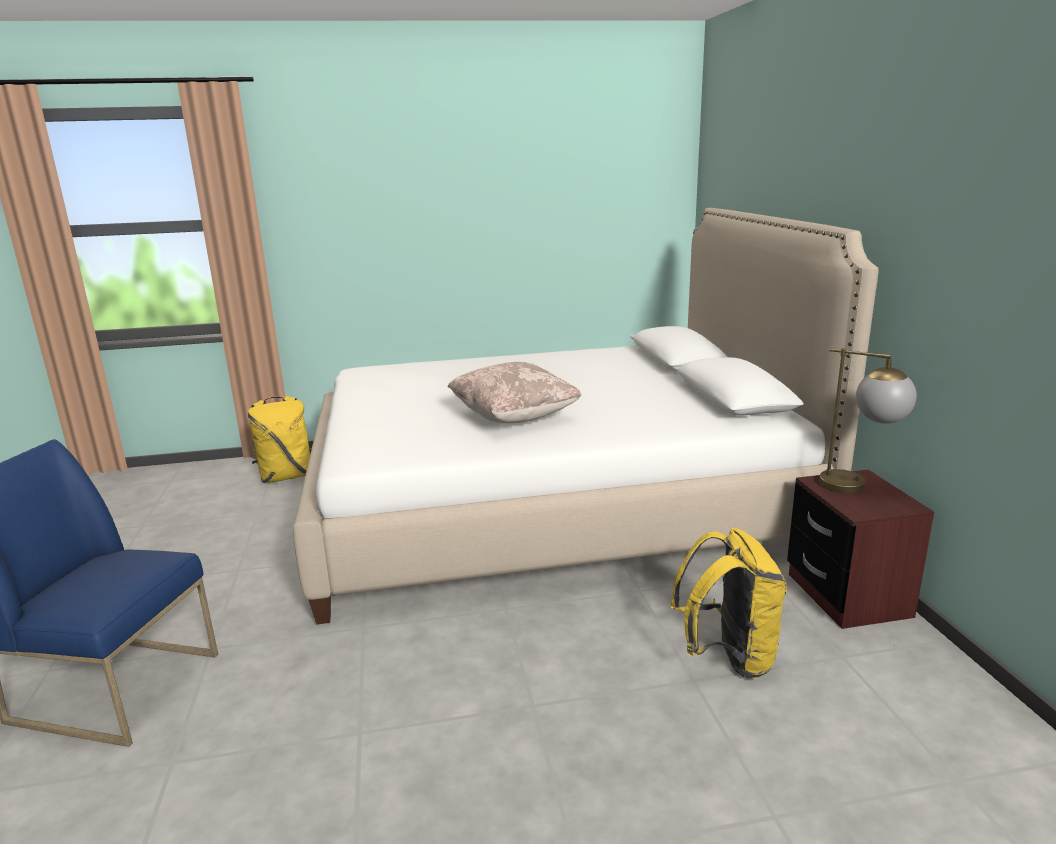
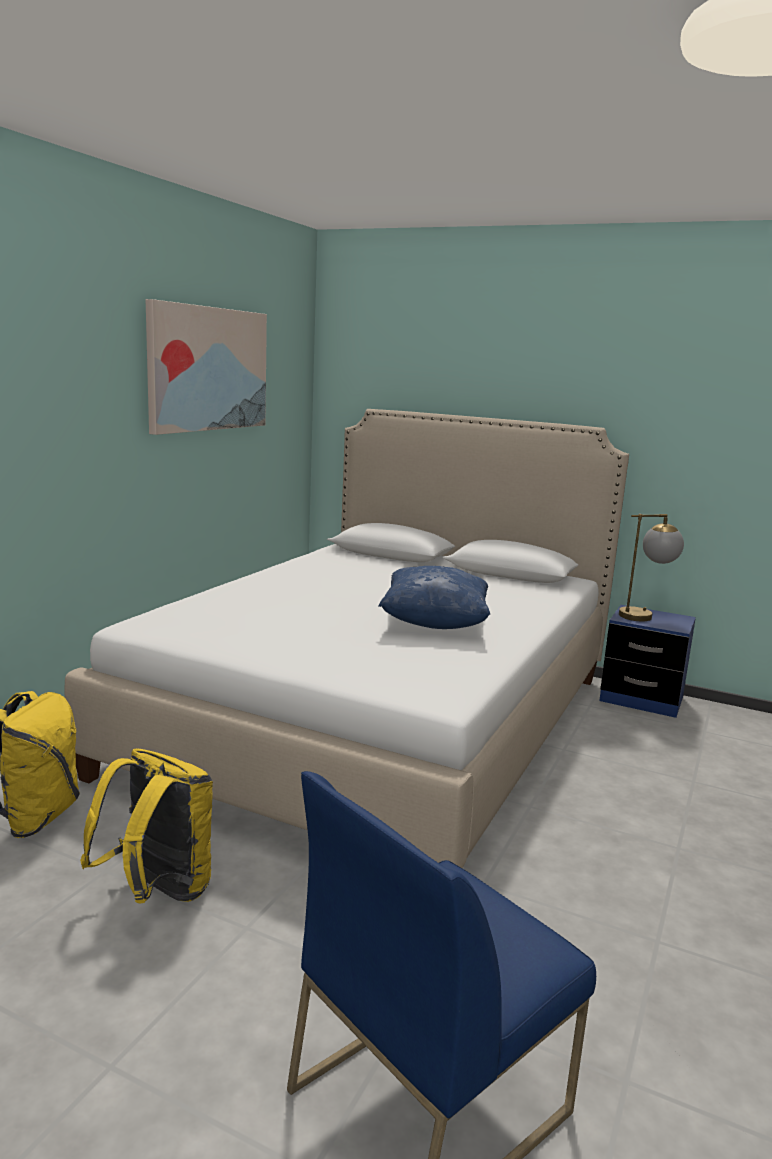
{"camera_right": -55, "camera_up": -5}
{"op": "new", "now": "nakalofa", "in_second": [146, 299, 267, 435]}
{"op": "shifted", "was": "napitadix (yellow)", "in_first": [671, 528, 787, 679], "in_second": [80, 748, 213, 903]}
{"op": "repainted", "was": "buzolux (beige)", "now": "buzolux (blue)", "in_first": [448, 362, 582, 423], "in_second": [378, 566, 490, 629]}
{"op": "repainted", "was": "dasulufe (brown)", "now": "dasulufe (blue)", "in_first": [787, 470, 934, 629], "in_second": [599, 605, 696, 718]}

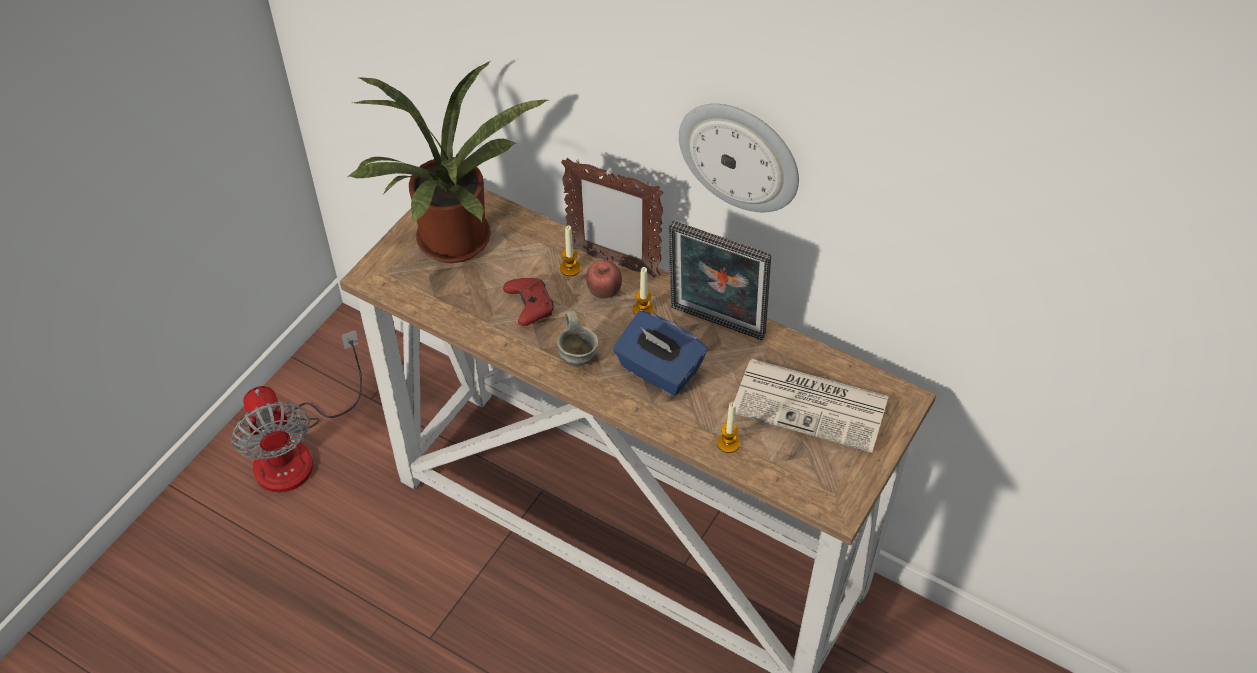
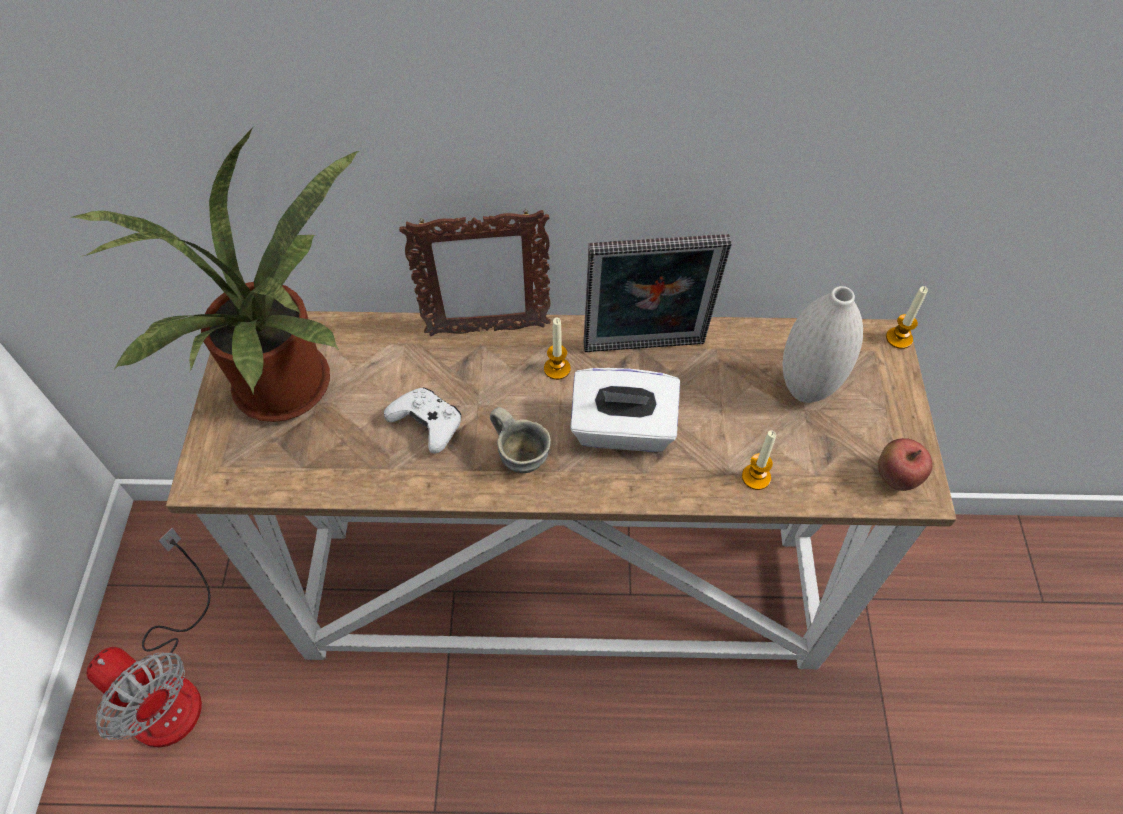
{"camera_right": -30, "camera_up": 5}
{"op": "gone", "was": "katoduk", "in_first": [679, 104, 799, 212]}
{"op": "shifted", "was": "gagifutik", "in_first": [560, 225, 581, 276], "in_second": [886, 286, 928, 349]}
{"op": "shifted", "was": "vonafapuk", "in_first": [586, 260, 622, 299], "in_second": [878, 438, 933, 491]}
{"op": "swapped", "was": "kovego", "now": "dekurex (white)", "in_first": [734, 359, 889, 452], "in_second": [782, 286, 863, 403]}
{"op": "repainted", "was": "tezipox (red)", "now": "tezipox (white)", "in_first": [503, 278, 554, 326], "in_second": [384, 388, 461, 453]}
{"op": "repainted", "was": "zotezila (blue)", "now": "zotezila (white)", "in_first": [613, 311, 707, 396], "in_second": [570, 368, 680, 452]}

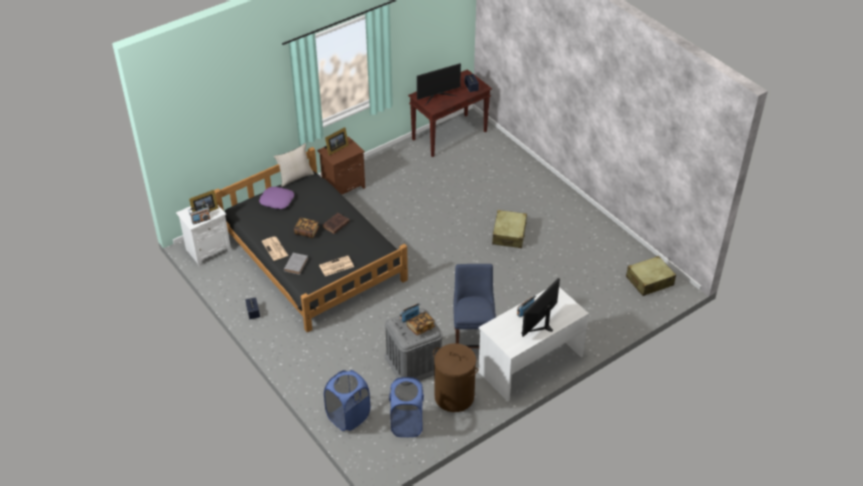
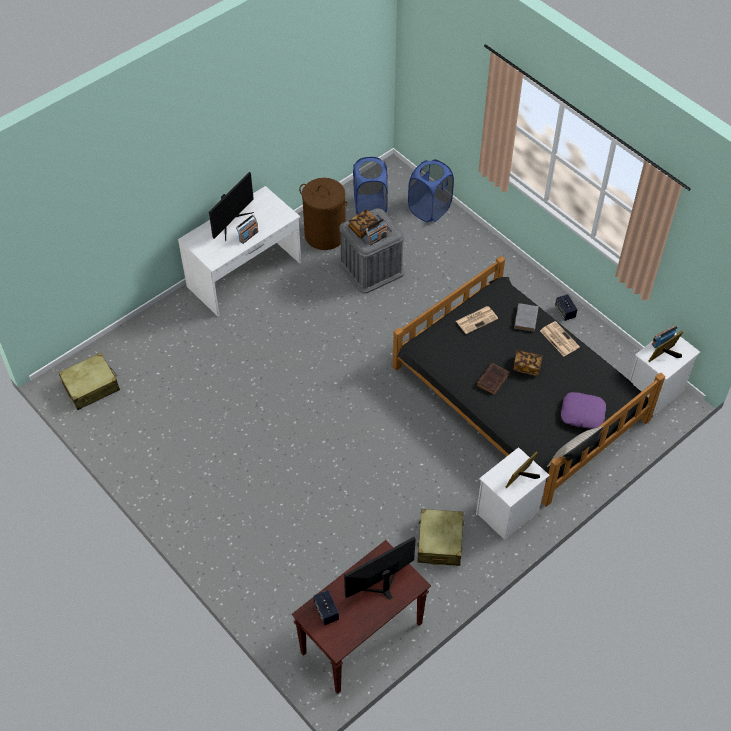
{"camera_right": 175, "camera_up": 10}
{"op": "gone", "was": "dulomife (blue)", "in_first": [453, 264, 496, 348]}
{"op": "shifted", "was": "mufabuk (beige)", "in_first": [492, 210, 527, 248], "in_second": [417, 509, 464, 566]}
{"op": "repainted", "was": "dasulufe (brown)", "now": "dasulufe (white)", "in_first": [317, 136, 365, 195], "in_second": [476, 447, 550, 540]}

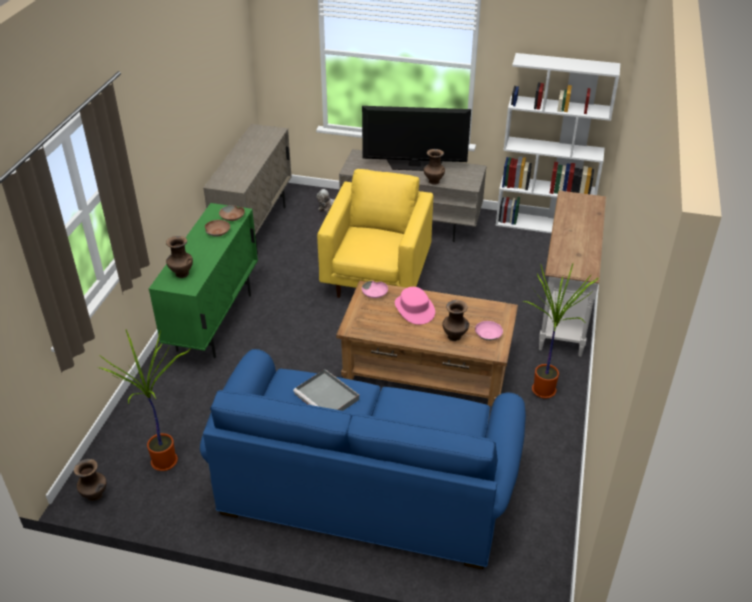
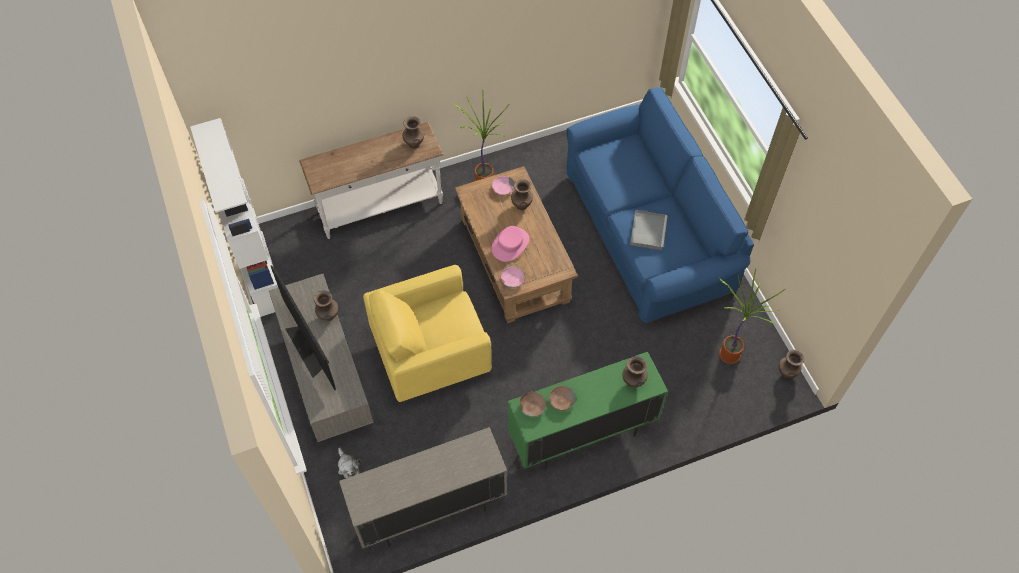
{"camera_right": -125, "camera_up": 20}
{"op": "new", "now": "dekurex (brown)", "in_second": [402, 116, 424, 149]}

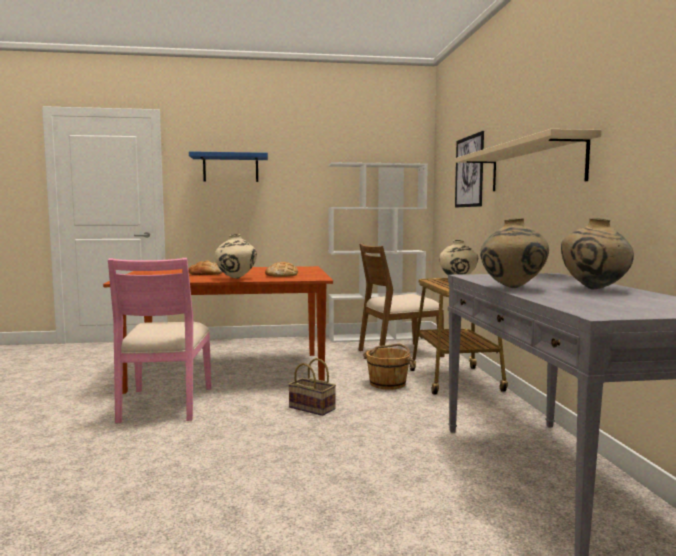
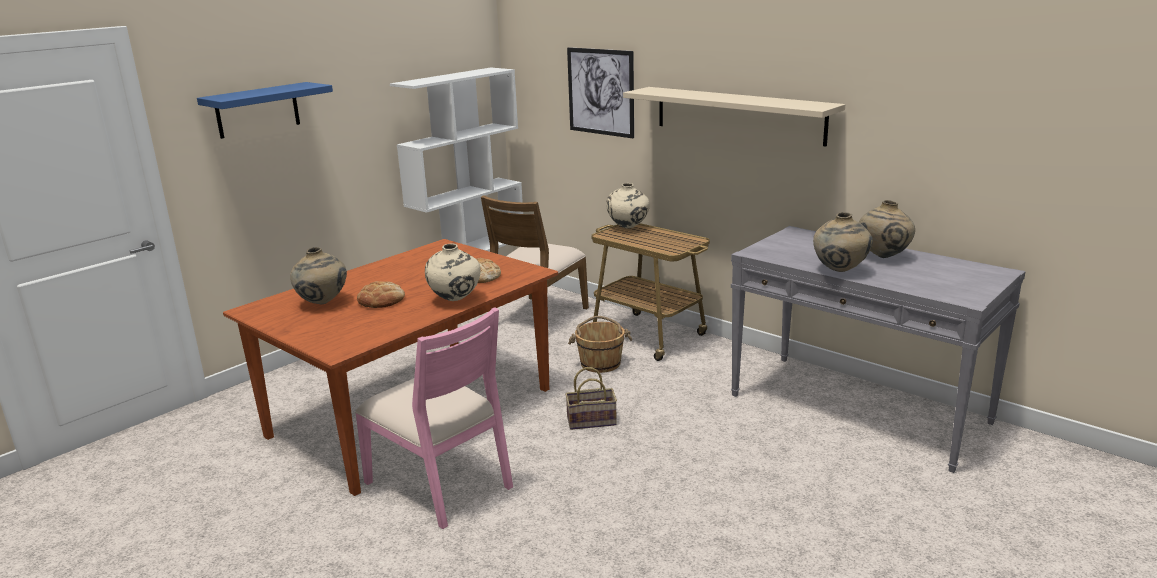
{"camera_right": -40, "camera_up": 15}
{"op": "new", "now": "dekurex (beige)", "in_second": [290, 247, 347, 304]}

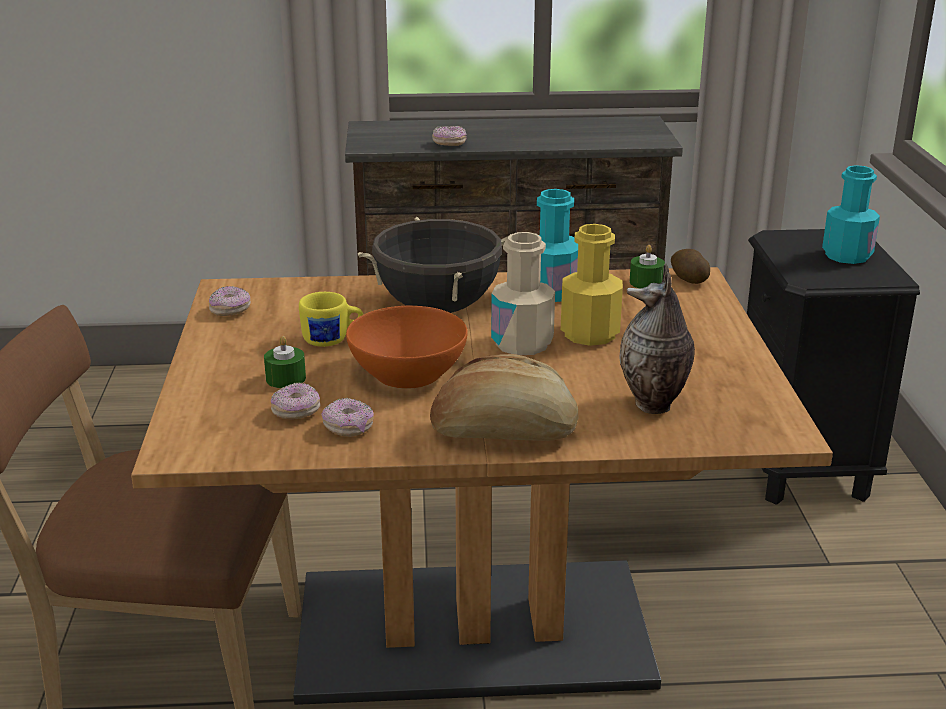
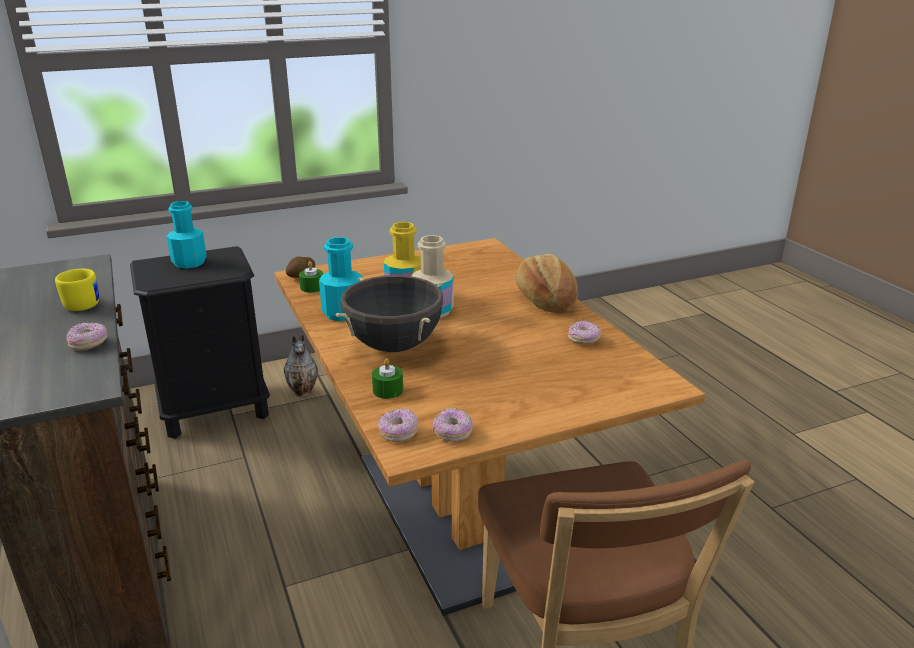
{"camera_right": -110, "camera_up": 0}
{"op": "gone", "was": "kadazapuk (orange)", "in_first": [346, 306, 468, 389]}
{"op": "shifted", "was": "gagifutik (green)", "in_first": [264, 336, 306, 388], "in_second": [372, 358, 403, 399]}
{"op": "shifted", "was": "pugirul", "in_first": [271, 382, 320, 419], "in_second": [378, 408, 418, 442]}
{"op": "shifted", "was": "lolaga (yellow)", "in_first": [299, 292, 363, 347], "in_second": [55, 269, 99, 311]}
{"op": "shifted", "was": "dekurex", "in_first": [620, 263, 695, 414], "in_second": [284, 334, 318, 397]}

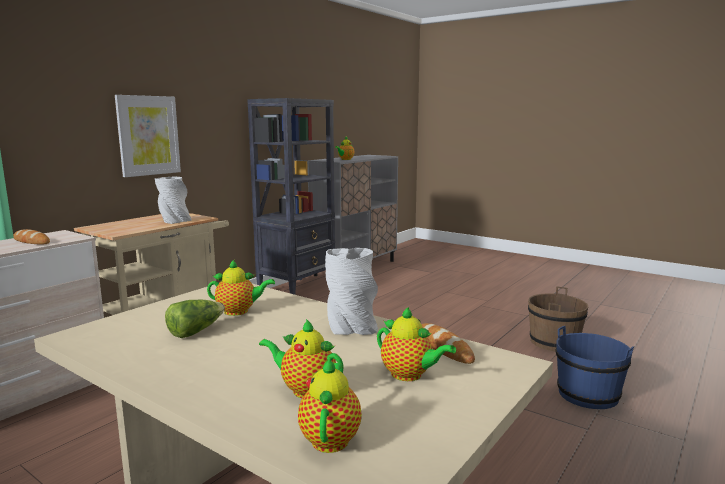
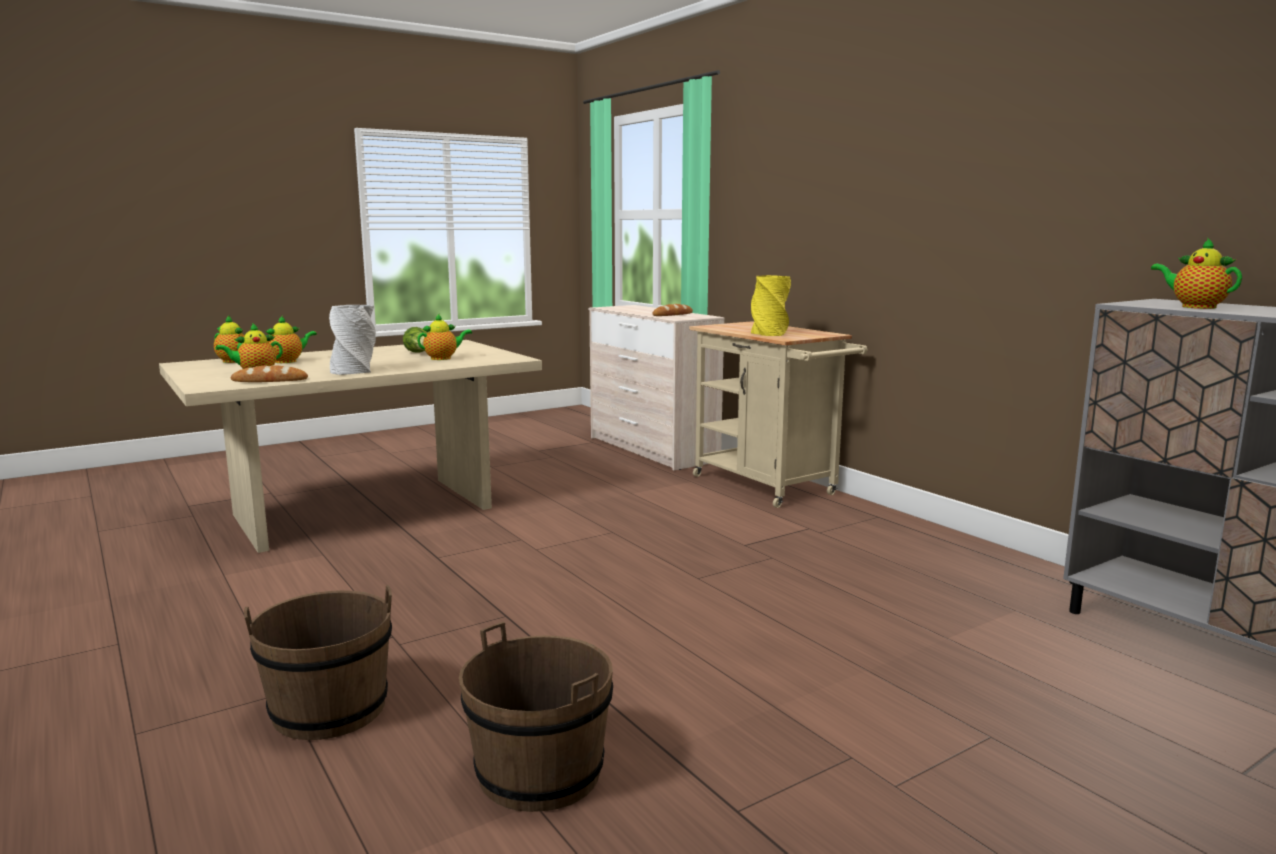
{"camera_right": 110, "camera_up": 0}
{"op": "gone", "was": "nakalofa", "in_first": [115, 95, 181, 177]}
{"op": "gone", "was": "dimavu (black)", "in_first": [247, 98, 335, 295]}
{"op": "repainted", "was": "dekurex (grey)", "now": "dekurex (yellow)", "in_first": [154, 177, 192, 224], "in_second": [751, 275, 791, 336]}
{"op": "repainted", "was": "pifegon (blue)", "now": "pifegon (brown)", "in_first": [556, 326, 634, 409], "in_second": [244, 585, 392, 740]}
{"op": "rotated", "was": "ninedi", "in_first": [207, 259, 275, 316], "in_second": [417, 313, 472, 360], "clockwise": -135}

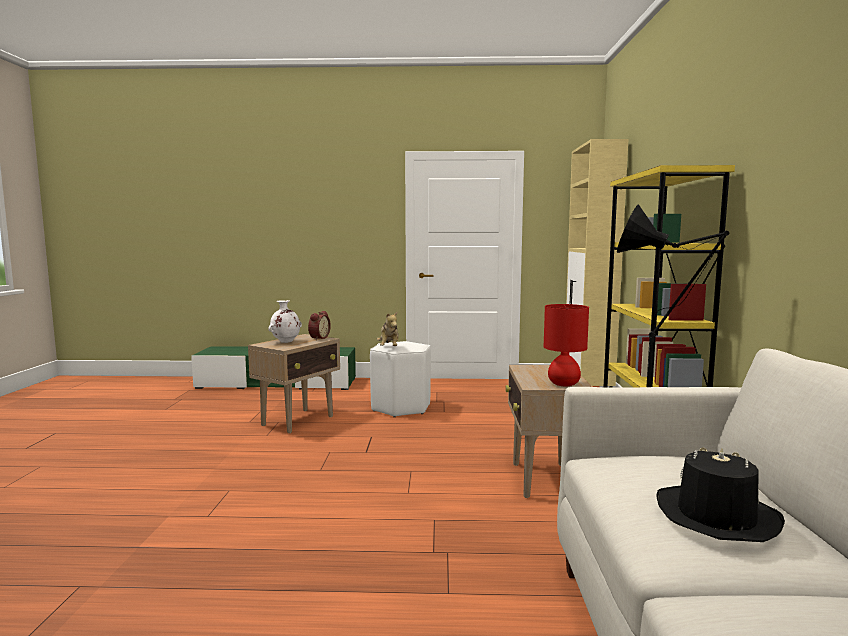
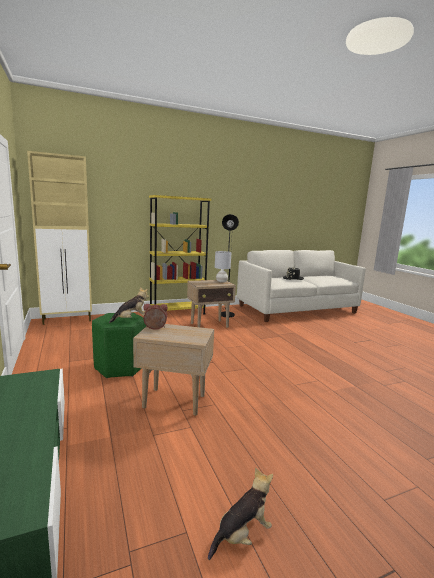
{"camera_right": -115, "camera_up": 5}
{"op": "gone", "was": "dekurex (white)", "in_first": [268, 300, 302, 343]}
{"op": "new", "now": "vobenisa", "in_second": [208, 468, 273, 560]}
{"op": "repainted", "was": "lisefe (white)", "now": "lisefe (green)", "in_first": [370, 341, 431, 417], "in_second": [92, 312, 146, 378]}
{"op": "repainted", "was": "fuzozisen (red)", "now": "fuzozisen (grey)", "in_first": [544, 304, 589, 386], "in_second": [215, 251, 231, 282]}

